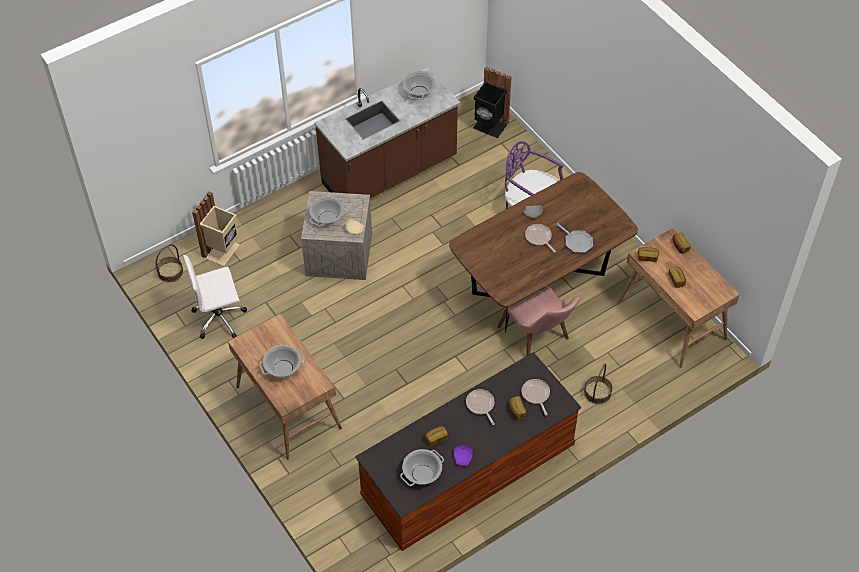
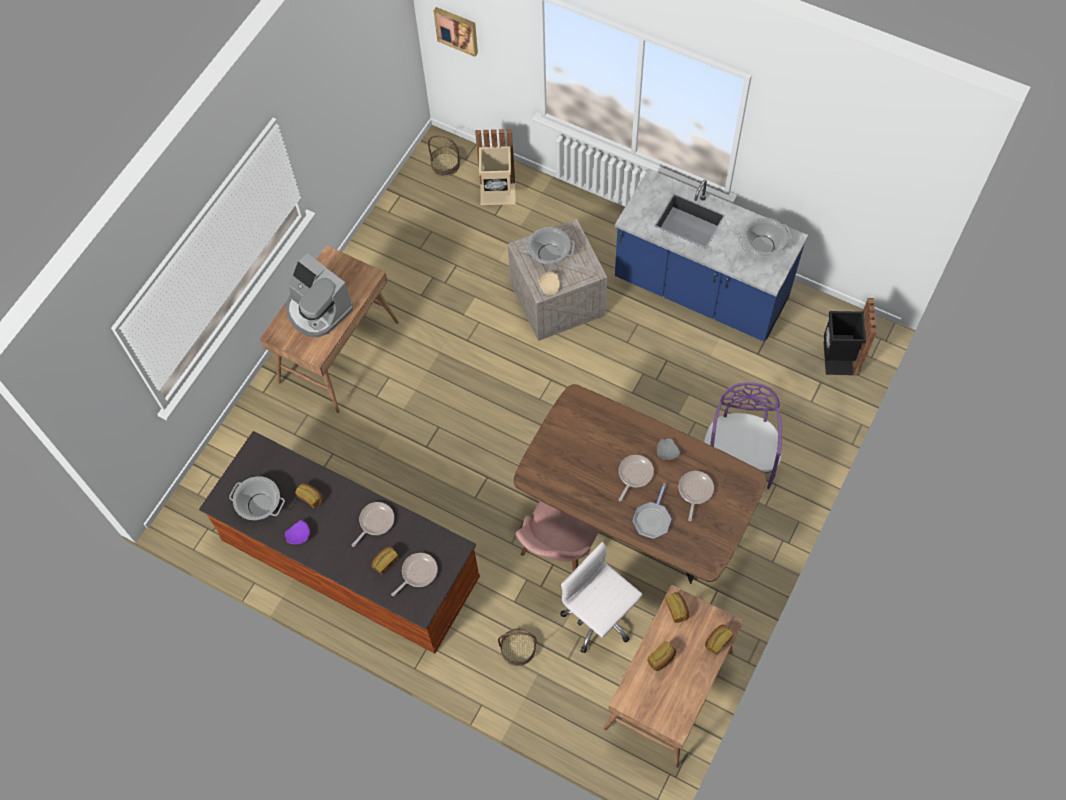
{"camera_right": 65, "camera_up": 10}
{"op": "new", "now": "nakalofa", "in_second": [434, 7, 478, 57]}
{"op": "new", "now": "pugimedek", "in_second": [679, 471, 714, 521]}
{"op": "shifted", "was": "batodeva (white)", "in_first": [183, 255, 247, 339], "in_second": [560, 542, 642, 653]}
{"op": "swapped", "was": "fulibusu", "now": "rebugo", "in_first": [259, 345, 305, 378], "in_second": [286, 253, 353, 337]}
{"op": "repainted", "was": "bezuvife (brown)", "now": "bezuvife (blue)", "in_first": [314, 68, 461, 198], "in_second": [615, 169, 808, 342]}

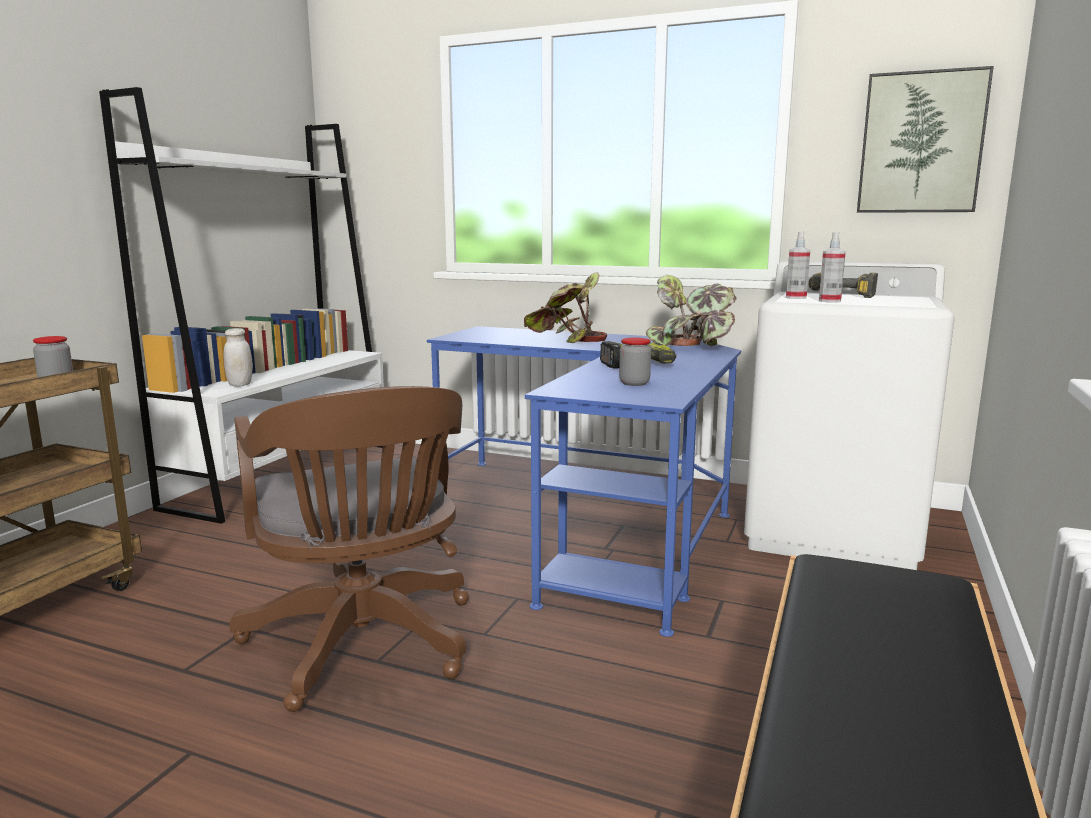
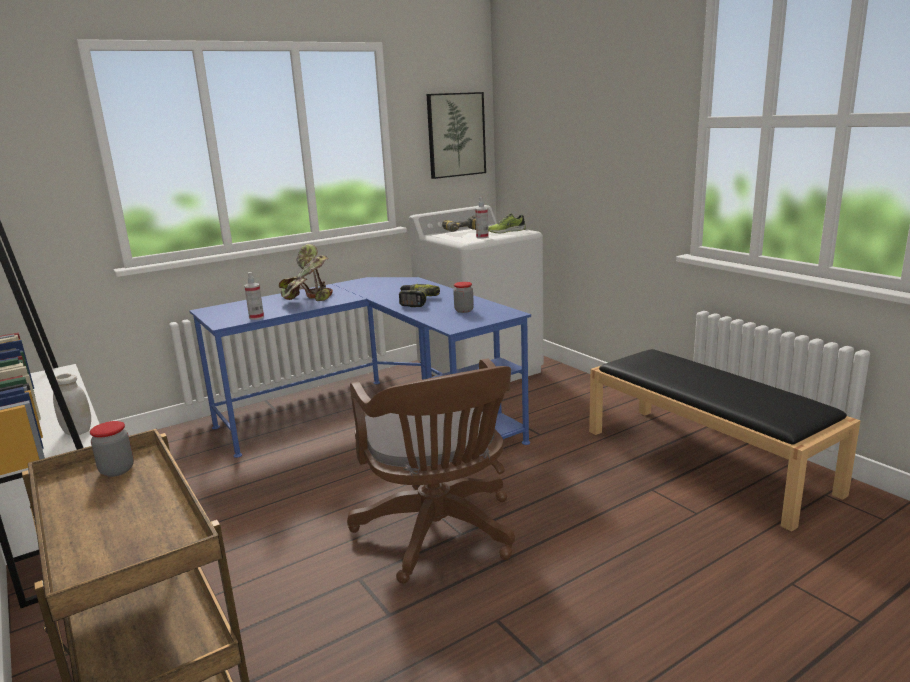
{"camera_right": -55, "camera_up": 5}
{"op": "gone", "was": "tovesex", "in_first": [646, 275, 737, 346]}
{"op": "new", "now": "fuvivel", "in_second": [488, 213, 526, 233]}
{"op": "shifted", "was": "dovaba", "in_first": [786, 231, 810, 299], "in_second": [244, 272, 264, 320]}
{"op": "rotated", "was": "batodeva (brown)", "in_first": [230, 386, 469, 712], "in_second": [347, 358, 515, 583], "clockwise": 60}

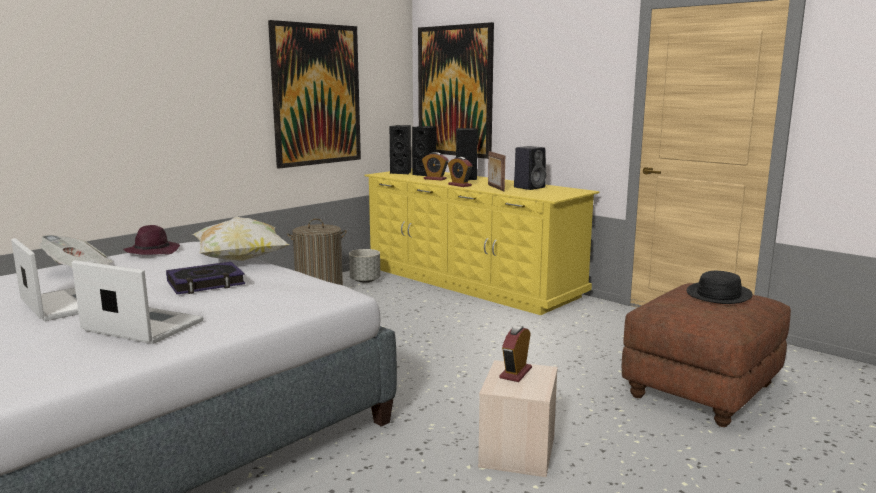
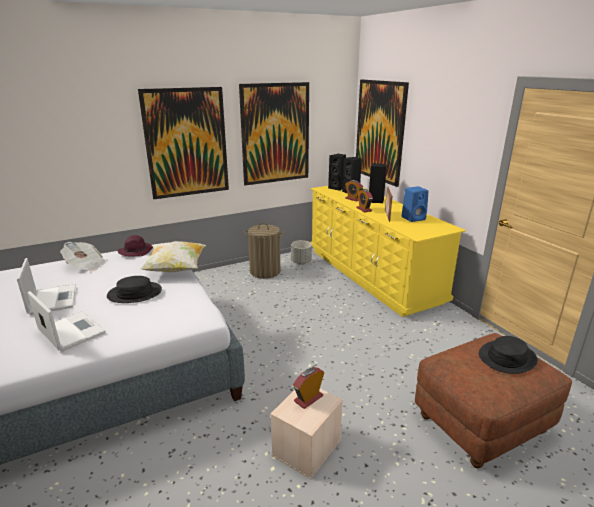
{"camera_right": 20, "camera_up": 10}
{"op": "new", "now": "nakalofa", "in_second": [138, 87, 229, 199]}
{"op": "swapped", "was": "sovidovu", "now": "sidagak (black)", "in_first": [166, 262, 245, 294], "in_second": [107, 276, 162, 303]}
{"op": "repainted", "was": "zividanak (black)", "now": "zividanak (blue)", "in_first": [514, 146, 546, 190], "in_second": [402, 186, 428, 222]}

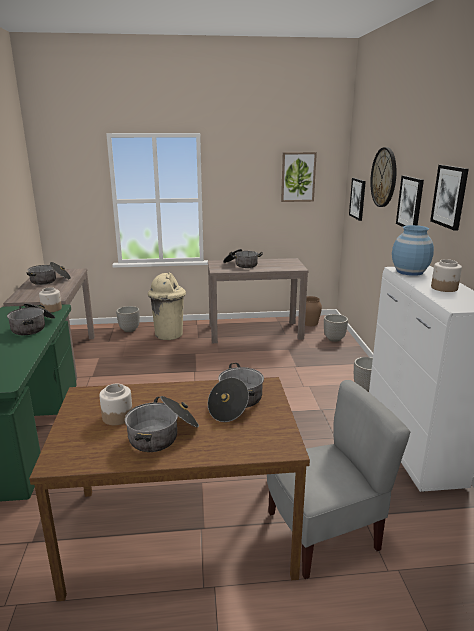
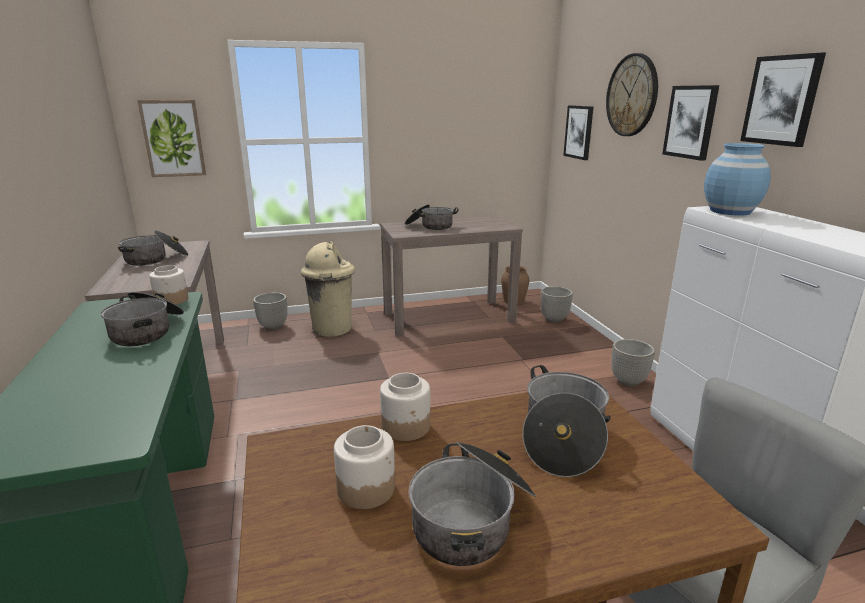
{"camera_right": -10, "camera_up": 0}
{"op": "shifted", "was": "nakalofa", "in_first": [281, 152, 317, 202], "in_second": [137, 100, 206, 177]}
{"op": "shifted", "was": "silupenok", "in_first": [431, 259, 462, 292], "in_second": [380, 373, 430, 441]}

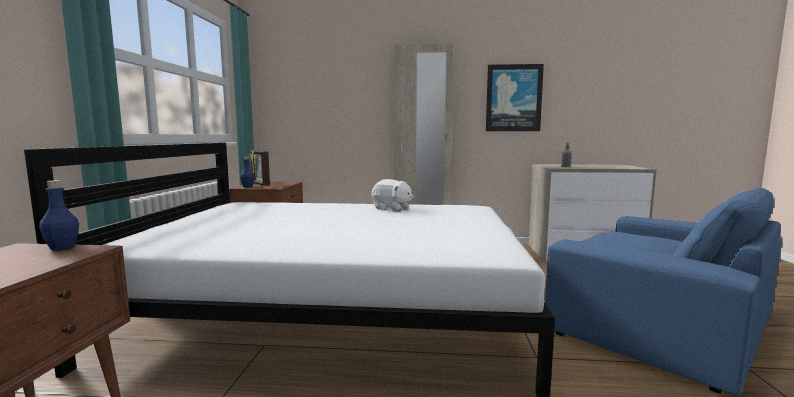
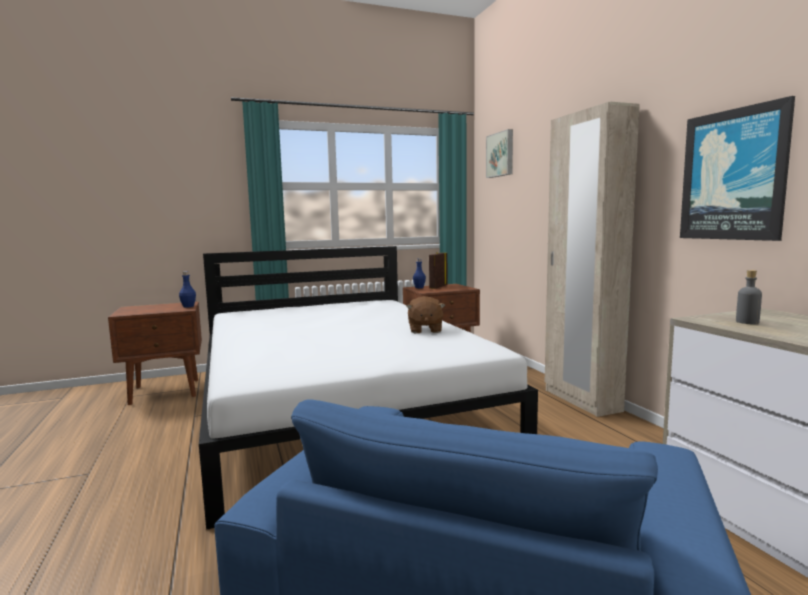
{"camera_right": 65, "camera_up": 0}
{"op": "new", "now": "nakalofa", "in_second": [486, 129, 513, 178]}
{"op": "repainted", "was": "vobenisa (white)", "now": "vobenisa (brown)", "in_first": [372, 179, 414, 211], "in_second": [406, 296, 446, 333]}

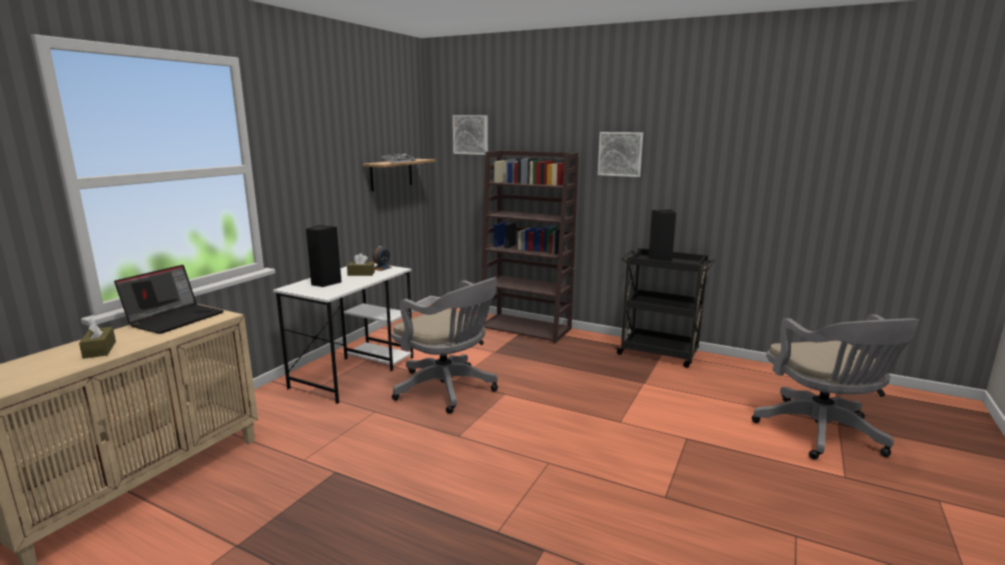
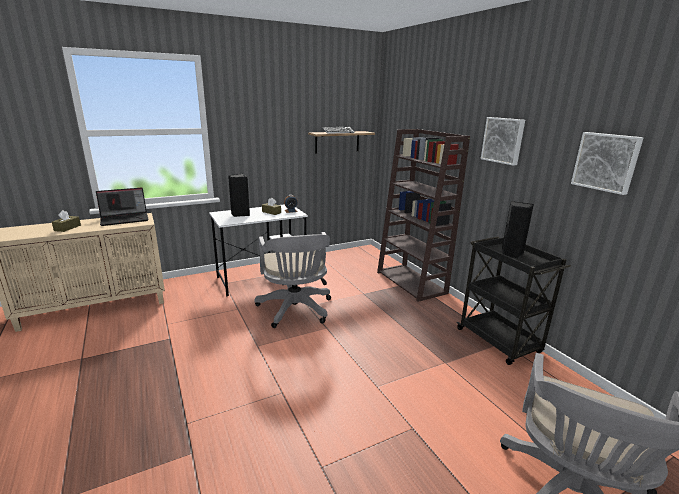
{"camera_right": 35, "camera_up": 5}
{"op": "shifted", "was": "nakalofa", "in_first": [453, 115, 488, 155], "in_second": [571, 132, 644, 195]}

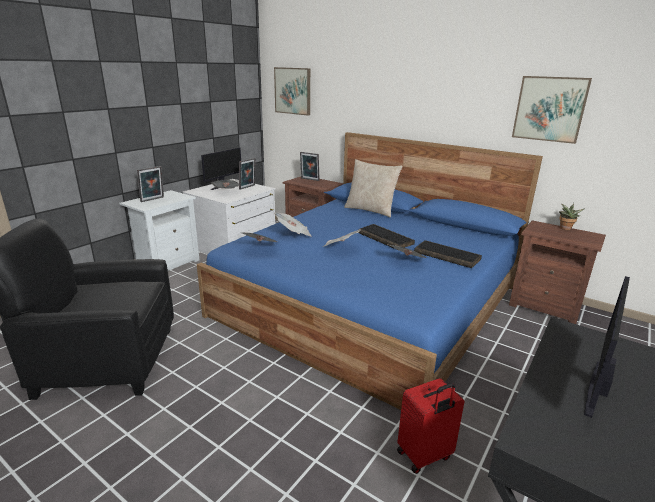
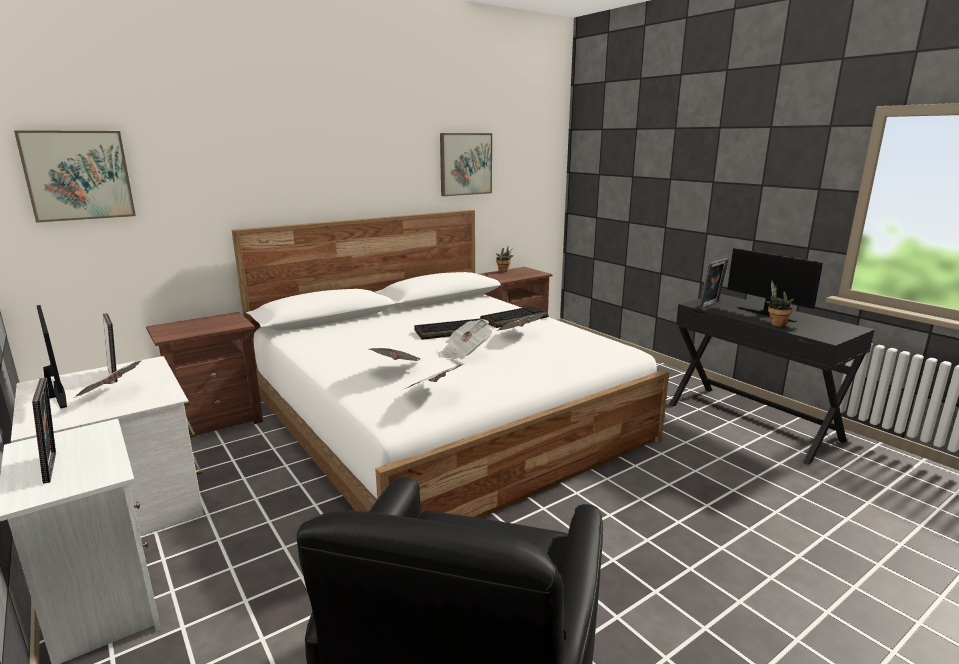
{"camera_right": -70, "camera_up": -5}
{"op": "gone", "was": "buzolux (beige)", "in_first": [344, 159, 402, 218]}
{"op": "gone", "was": "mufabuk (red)", "in_first": [397, 378, 465, 474]}
{"op": "new", "now": "tovesex", "in_second": [765, 281, 794, 327]}
{"op": "shifted", "was": "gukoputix", "in_first": [300, 152, 320, 181], "in_second": [699, 258, 729, 308]}
{"op": "repainted", "was": "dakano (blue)", "now": "dakano (white)", "in_first": [197, 132, 543, 410], "in_second": [232, 210, 669, 518]}

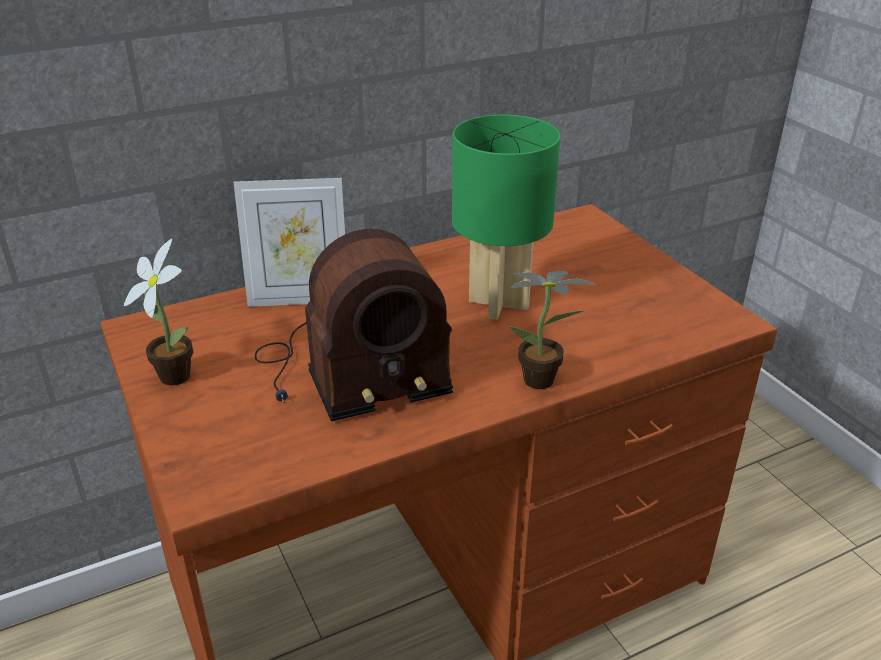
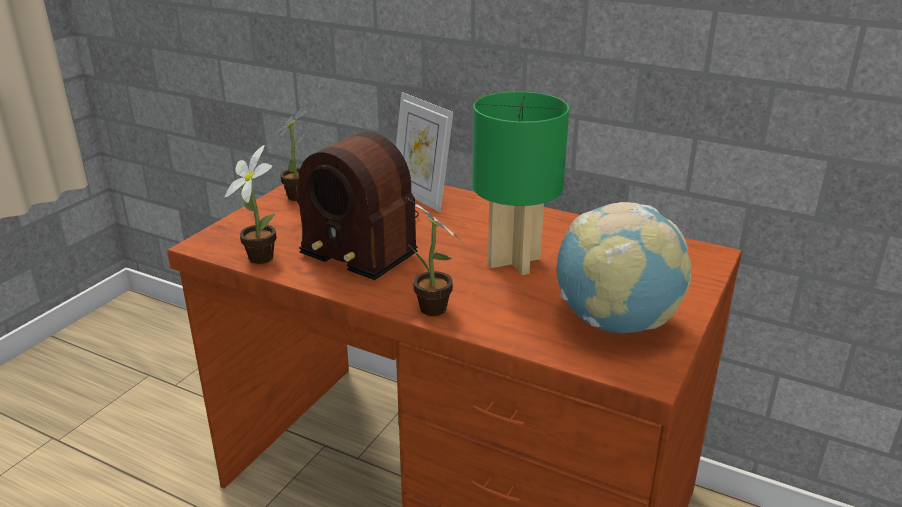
{"camera_right": 55, "camera_up": -5}
{"op": "new", "now": "tovesex", "in_second": [225, 145, 277, 264]}
{"op": "new", "now": "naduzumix", "in_second": [557, 202, 692, 333]}

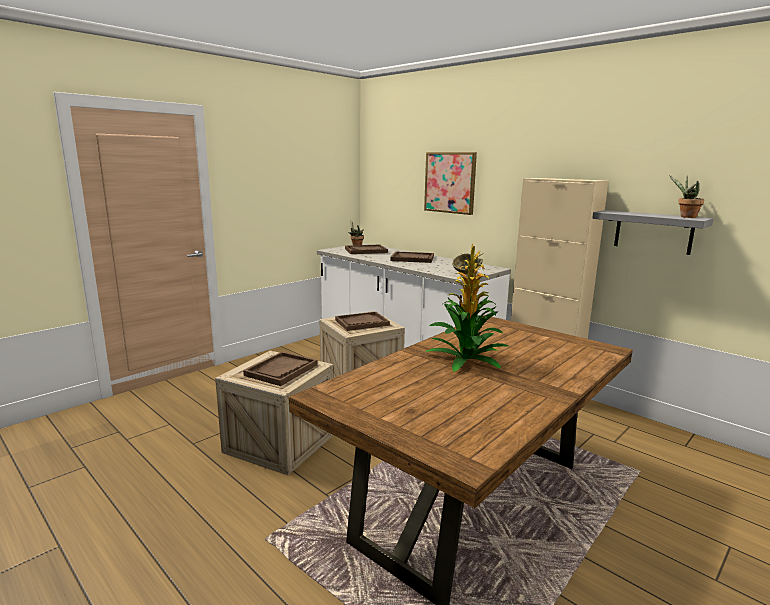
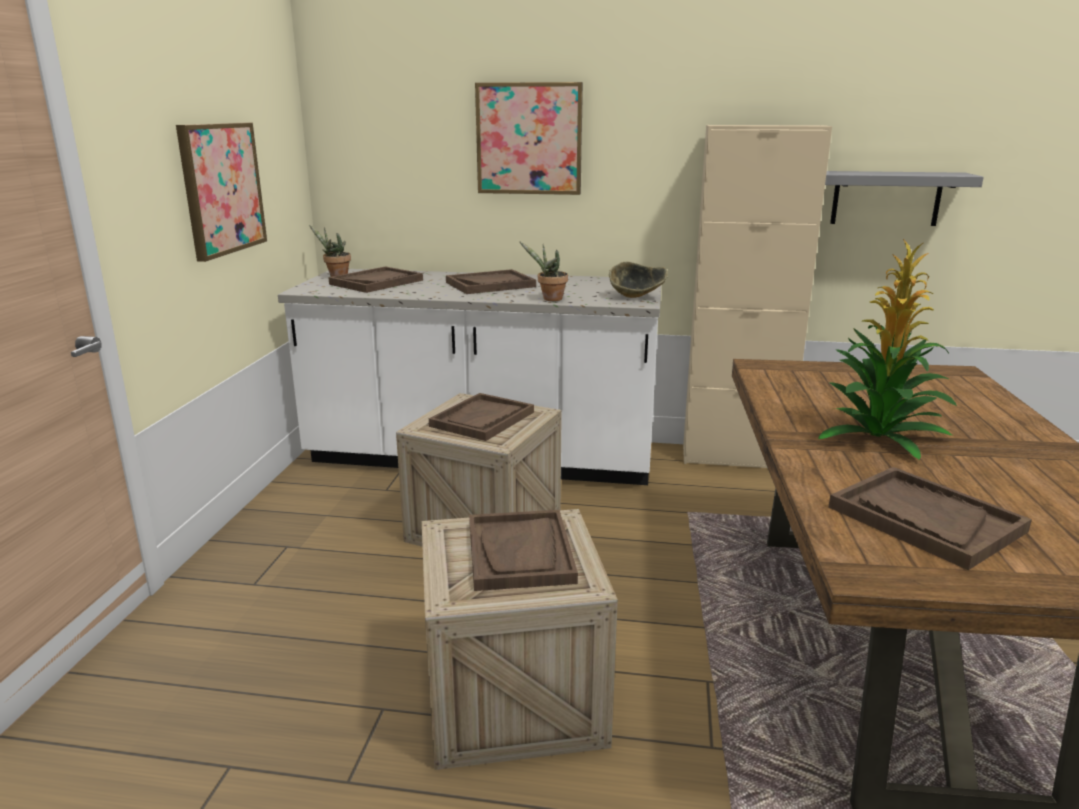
{"camera_right": -35, "camera_up": 5}
{"op": "new", "now": "nakalofa", "in_second": [176, 123, 267, 262]}
{"op": "new", "now": "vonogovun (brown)", "in_second": [829, 467, 1032, 570]}
{"op": "shifted", "was": "tovesex", "in_first": [669, 175, 704, 218], "in_second": [519, 241, 568, 301]}

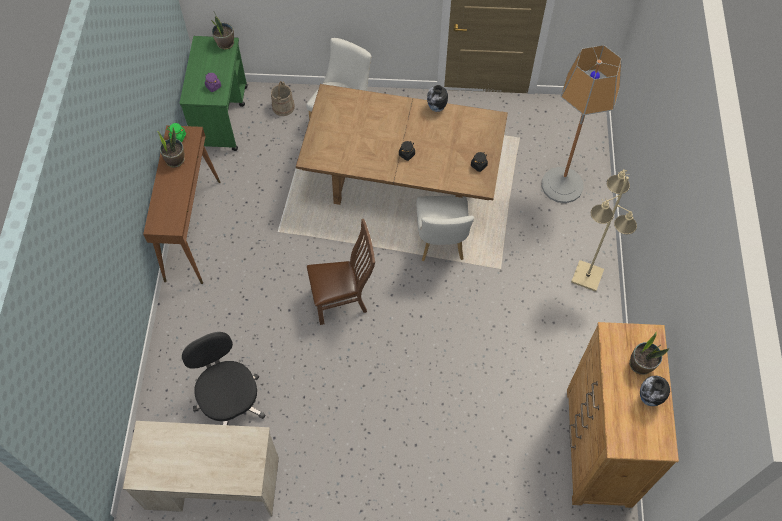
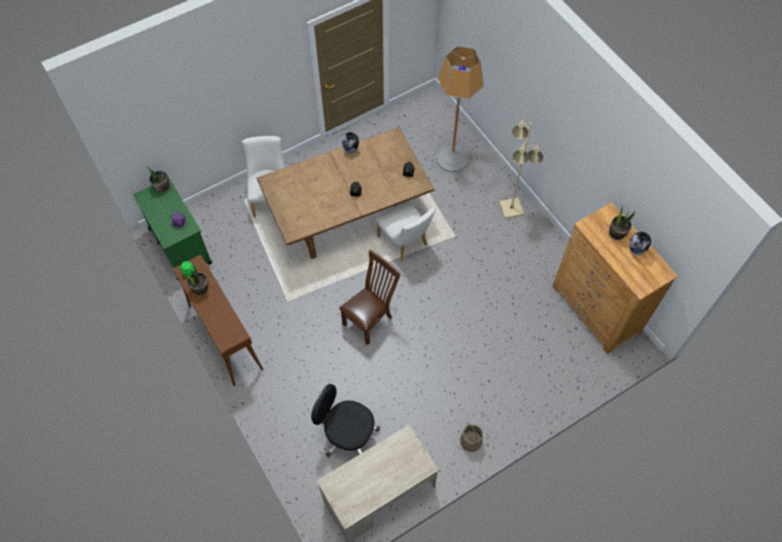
{"camera_right": -35, "camera_up": 0}
{"op": "shifted", "was": "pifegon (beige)", "in_first": [271, 81, 295, 116], "in_second": [460, 423, 483, 452]}

